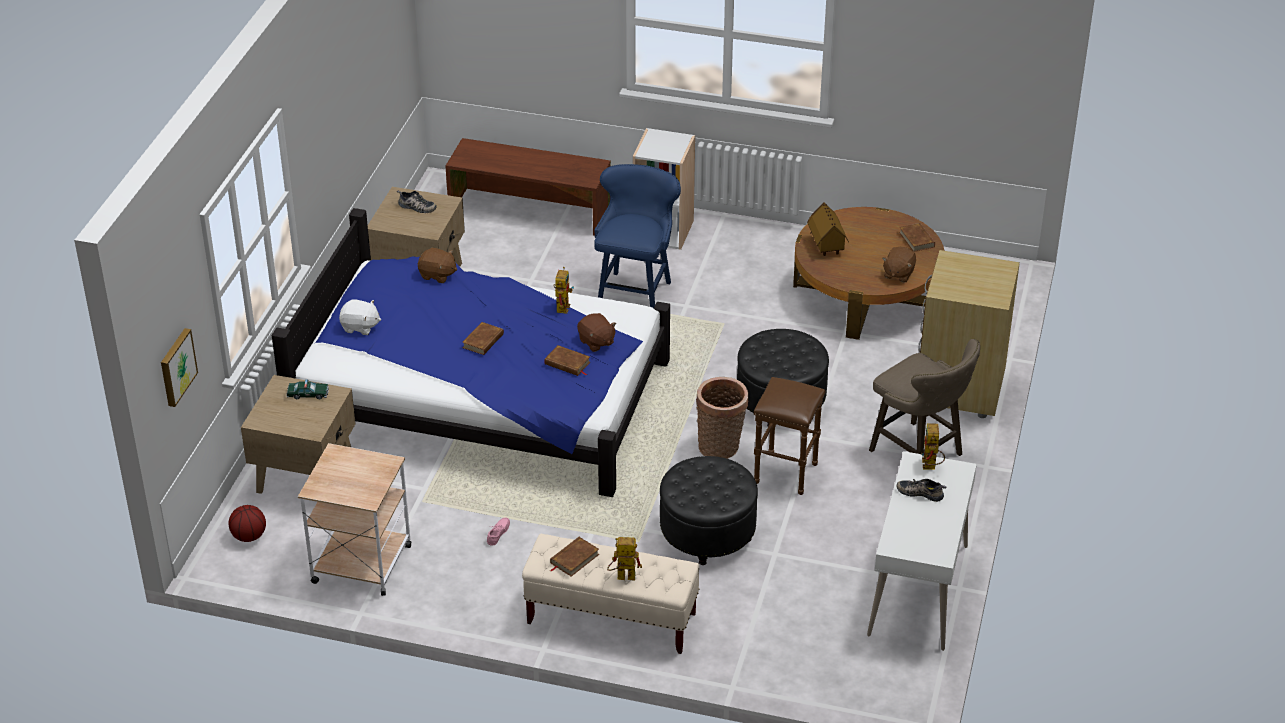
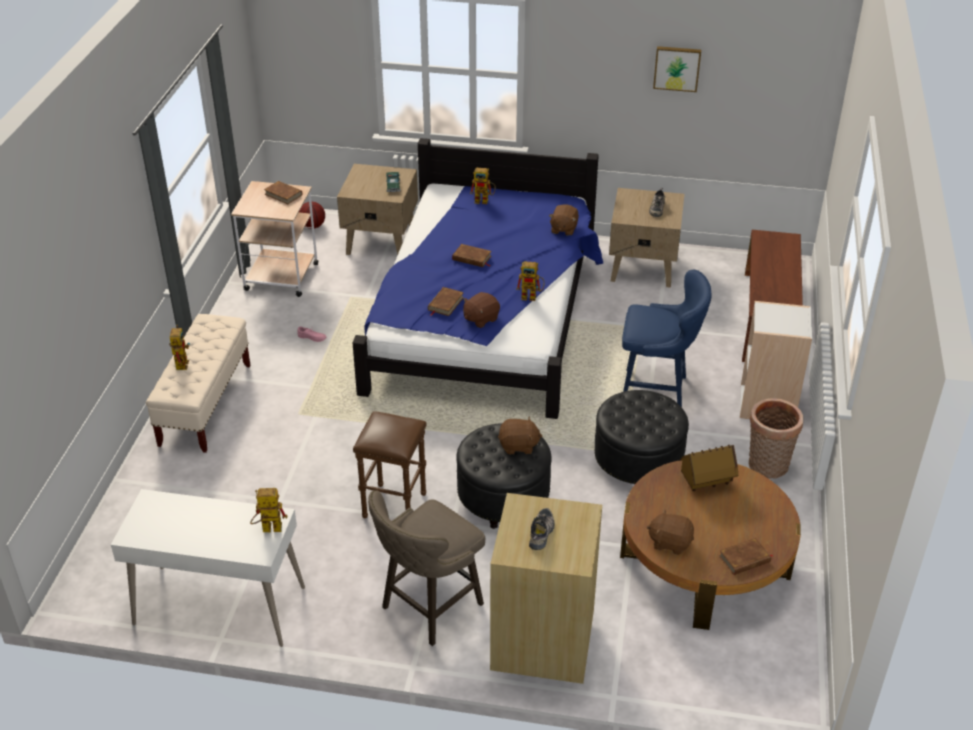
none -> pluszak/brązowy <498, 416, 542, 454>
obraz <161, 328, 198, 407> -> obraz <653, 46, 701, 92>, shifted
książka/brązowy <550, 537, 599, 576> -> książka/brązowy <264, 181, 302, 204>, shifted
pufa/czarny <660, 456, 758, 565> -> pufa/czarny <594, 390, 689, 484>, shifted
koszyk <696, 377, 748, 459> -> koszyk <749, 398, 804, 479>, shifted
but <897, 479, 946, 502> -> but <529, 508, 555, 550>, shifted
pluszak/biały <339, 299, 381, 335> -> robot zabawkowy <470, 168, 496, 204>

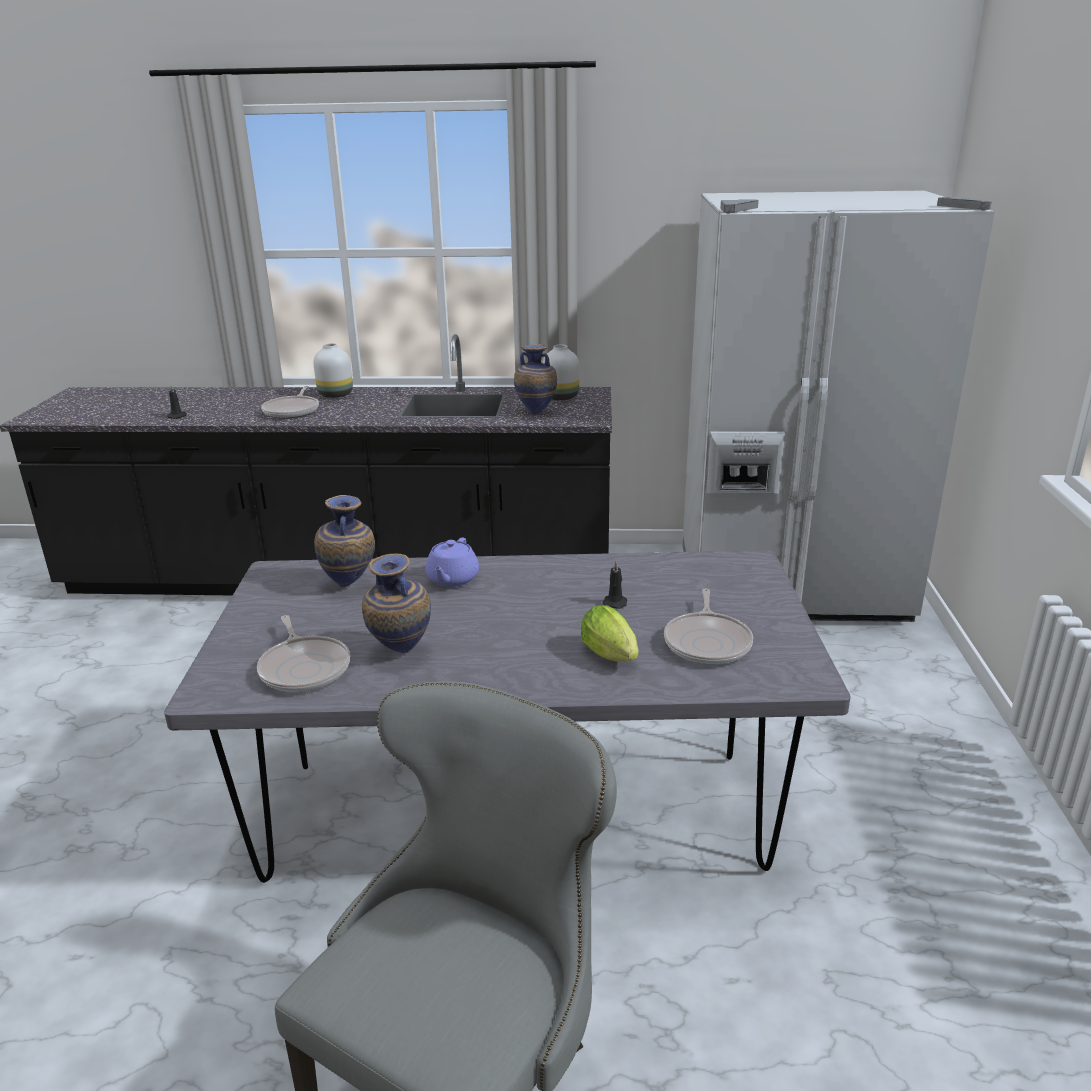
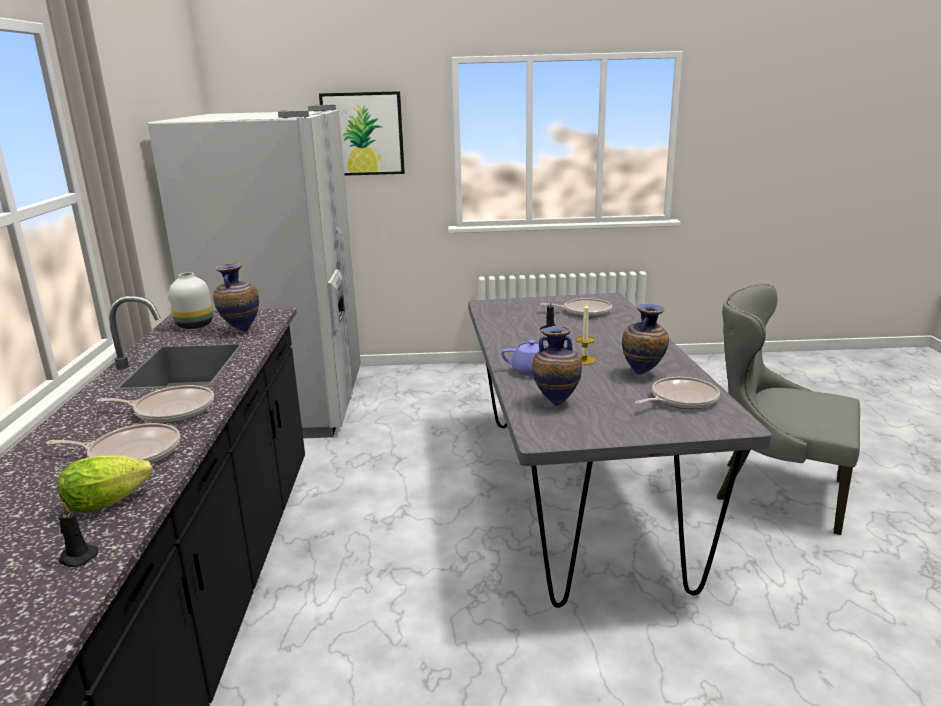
wazon/biały <313, 343, 353, 398> -> none
none -> patelnia <97, 385, 214, 423>
none -> obraz <319, 91, 405, 176>
none -> świeca <575, 302, 596, 365>
sałata <581, 605, 639, 662> -> sałata <58, 456, 153, 512>, shifted

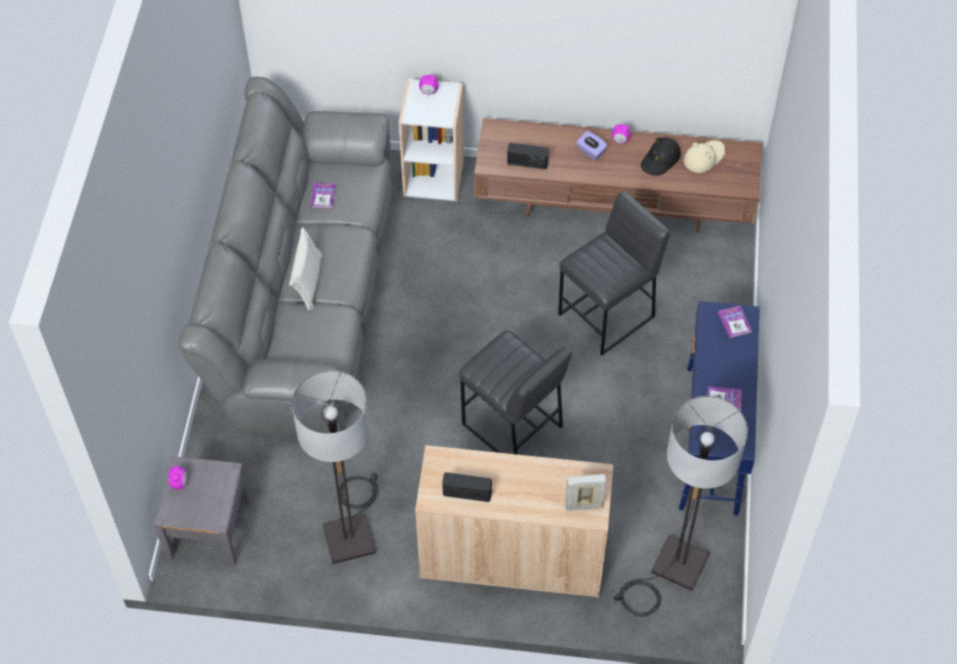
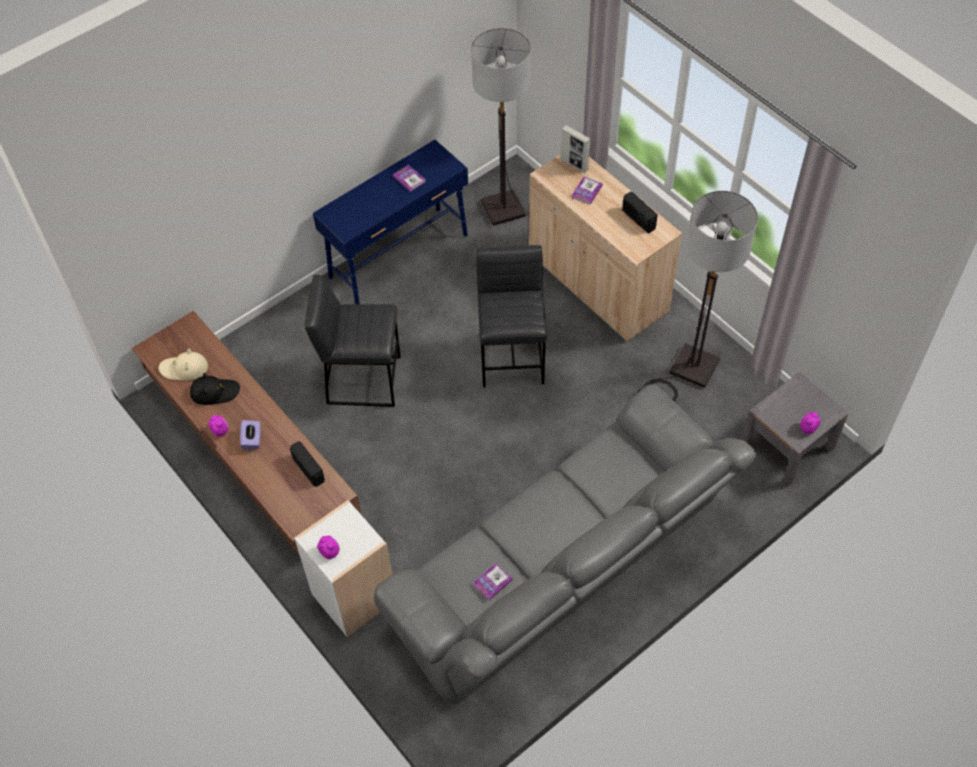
poduszka/biały <289, 227, 322, 310> -> none
książka <718, 306, 752, 338> -> książka <571, 176, 603, 204>, shifted

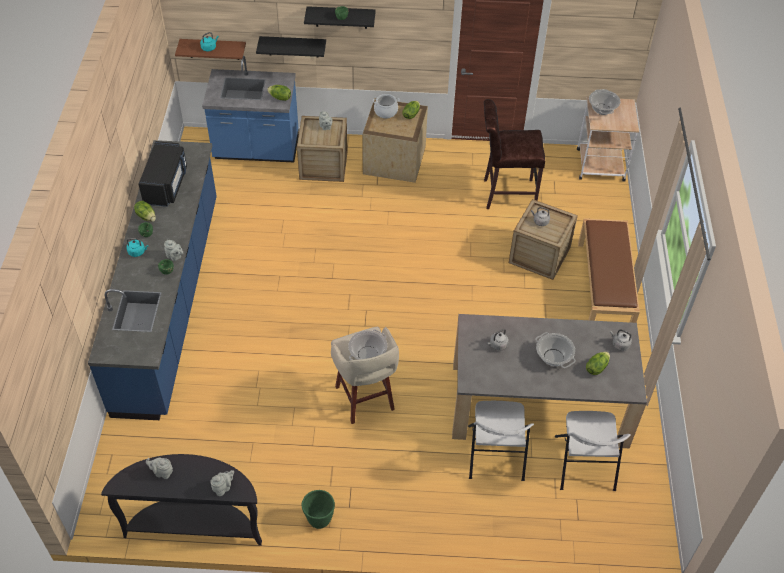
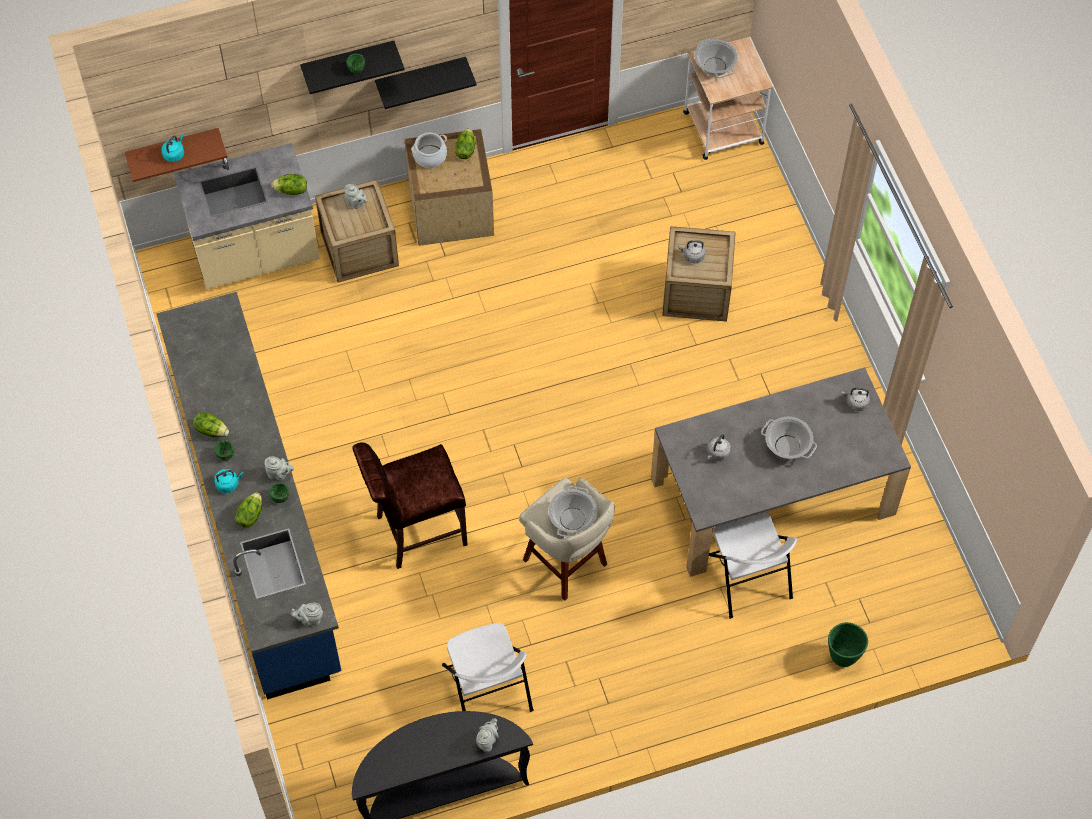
mikrofalówka/czarny <139, 141, 187, 207> -> none
ławka/brązowy <578, 218, 640, 323> -> none
imbryk/szary <146, 457, 173, 479> -> imbryk/szary <291, 603, 323, 626>, shifted
półka/czarny <256, 36, 326, 58> -> półka/czarny <375, 57, 477, 109>, shifted
donica/zielony <302, 490, 335, 529> -> donica/zielony <828, 622, 868, 667>, shifted
stołek/brązowy <484, 99, 545, 209> -> stołek/brązowy <352, 442, 467, 569>, shifted
krzesło/biały <555, 411, 631, 491> -> krzesło/biały <442, 623, 534, 712>, shifted
sałata <586, 352, 610, 375> -> sałata <235, 492, 262, 528>, shifted
zabudowa kuchenna/niebieski <202, 56, 299, 162> -> zabudowa kuchenna/beżowy <174, 143, 320, 289>

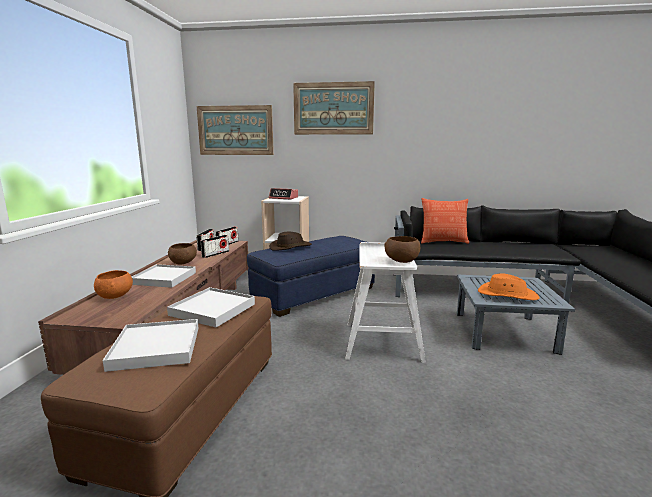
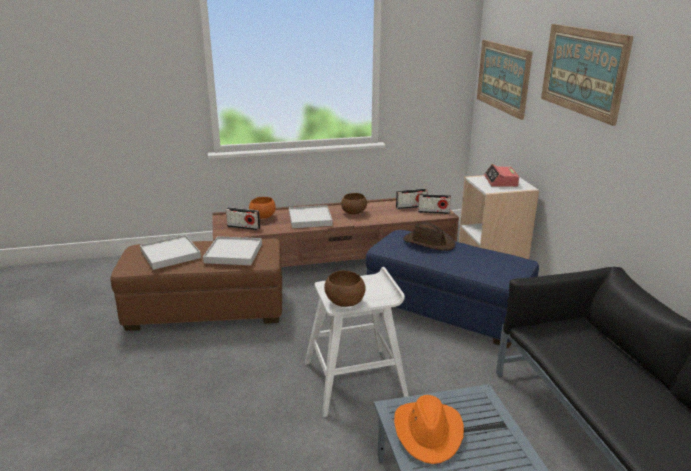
poduszka/pomarańczowy <421, 198, 469, 244> -> none
radio <201, 235, 229, 258> -> radio <226, 207, 260, 230>, shifted

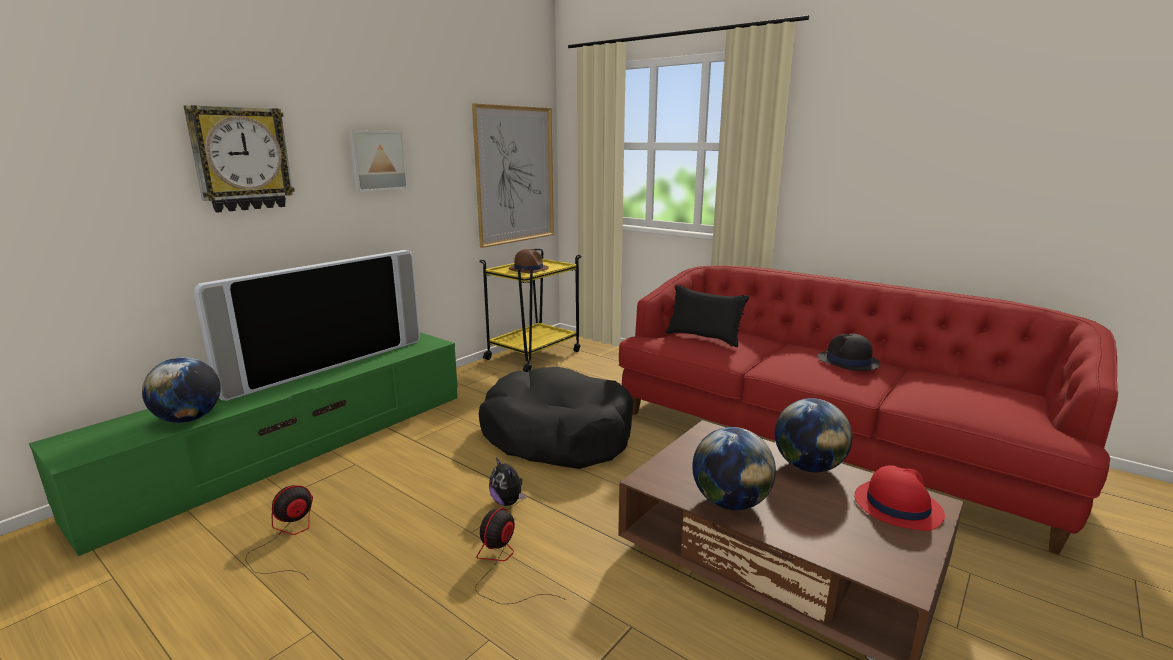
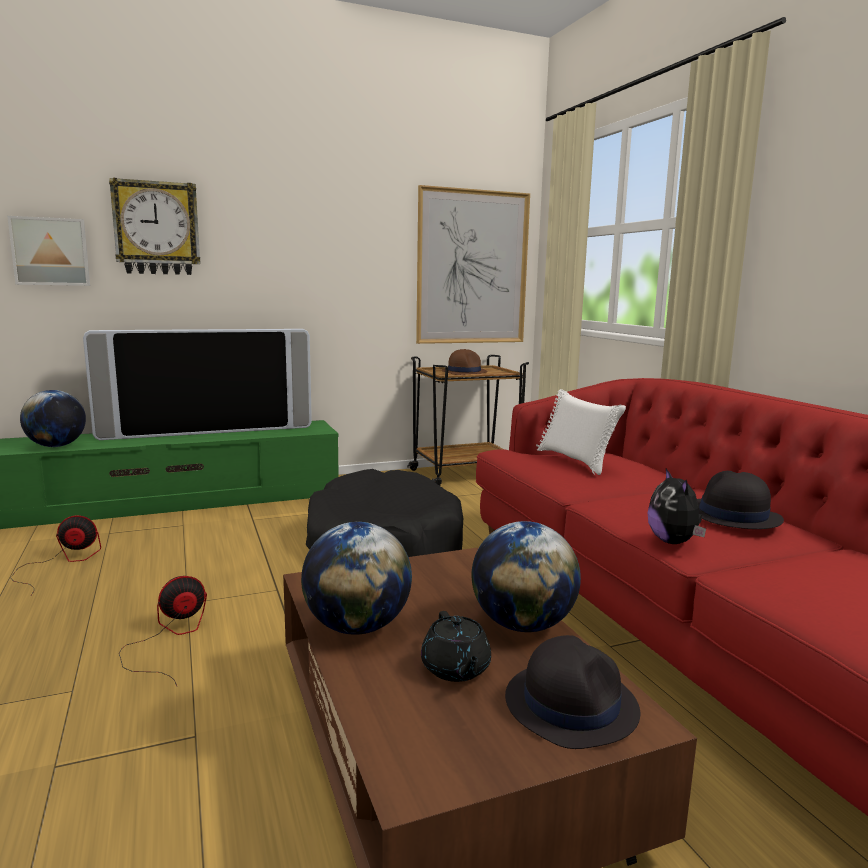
none -> imbryk/czarny <421, 611, 491, 682>
obraz <348, 130, 409, 192> -> obraz <7, 216, 90, 286>, shifted
pluszak <489, 457, 526, 506> -> pluszak <648, 469, 706, 544>, shifted
wózek/żółty <479, 249, 581, 372> -> wózek/brązowy <407, 355, 529, 486>
poduszka/czarny <666, 285, 749, 347> -> poduszka/biały <536, 389, 626, 475>
kapelusz/czerwony <854, 465, 945, 531> -> kapelusz/czarny <505, 635, 640, 749>

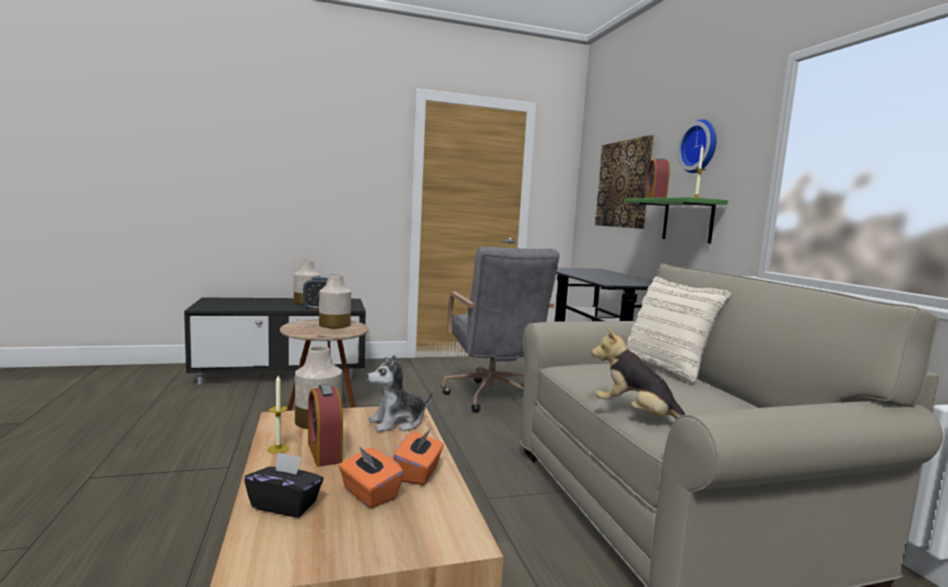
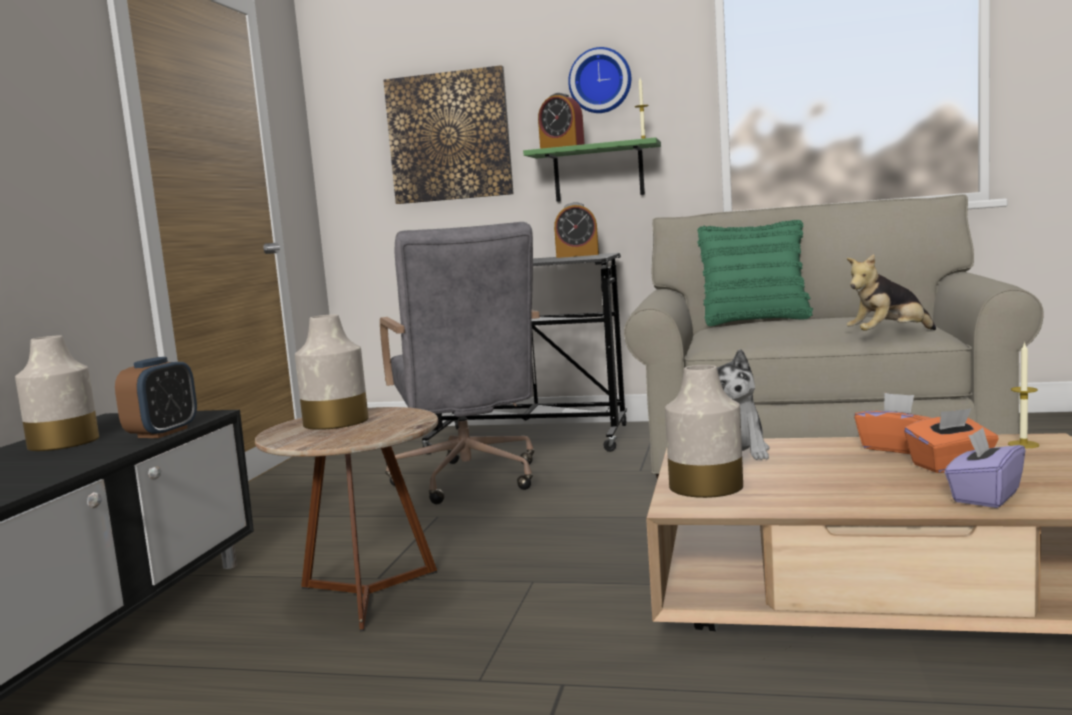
świeca <267, 375, 289, 454> -> świeca <1008, 342, 1039, 448>, shifted
budzik <308, 384, 343, 467> -> budzik <554, 202, 599, 258>, shifted
pudełko chusteczek/czarny <244, 452, 324, 517> -> pudełko chusteczek/fioletowy <945, 427, 1026, 508>
poduszka/beżowy <626, 276, 731, 383> -> poduszka/zielony <697, 220, 813, 326>
krzesło biurowe/szary <441, 246, 559, 413> -> krzesło biurowe/szary <380, 222, 540, 504>, 60 degrees clockwise

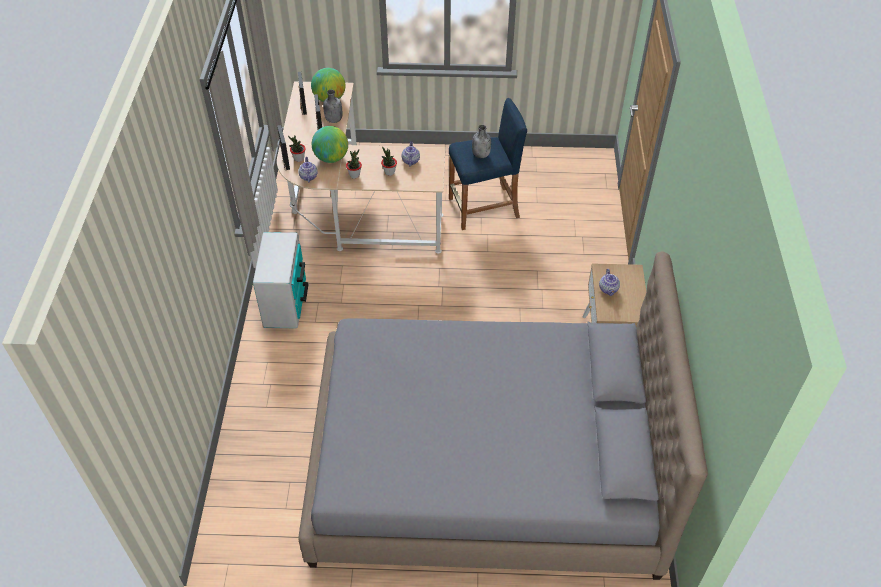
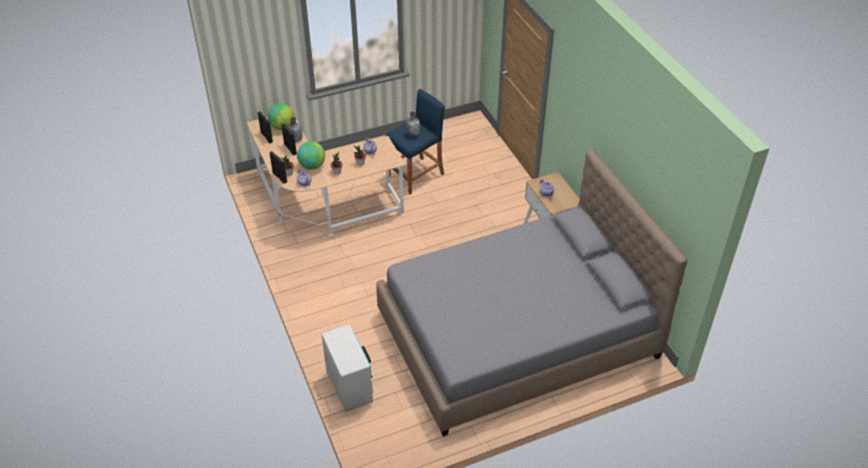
szafka nocna/biały <253, 232, 308, 328> -> szafka nocna/biały <321, 324, 373, 412>, shifted

